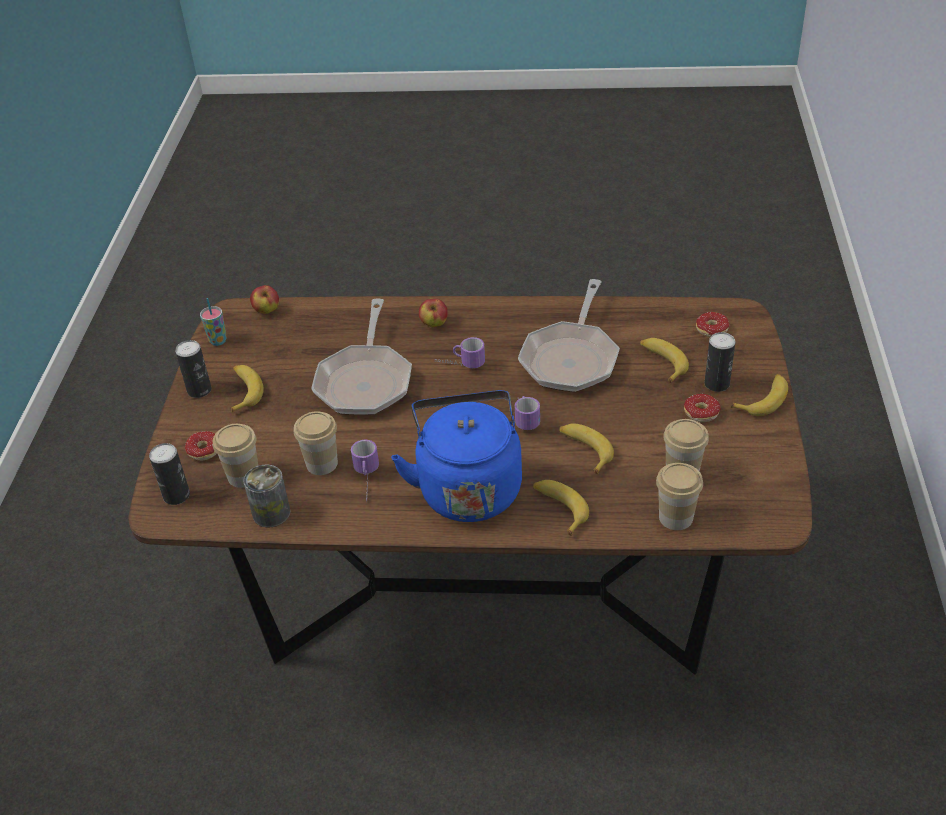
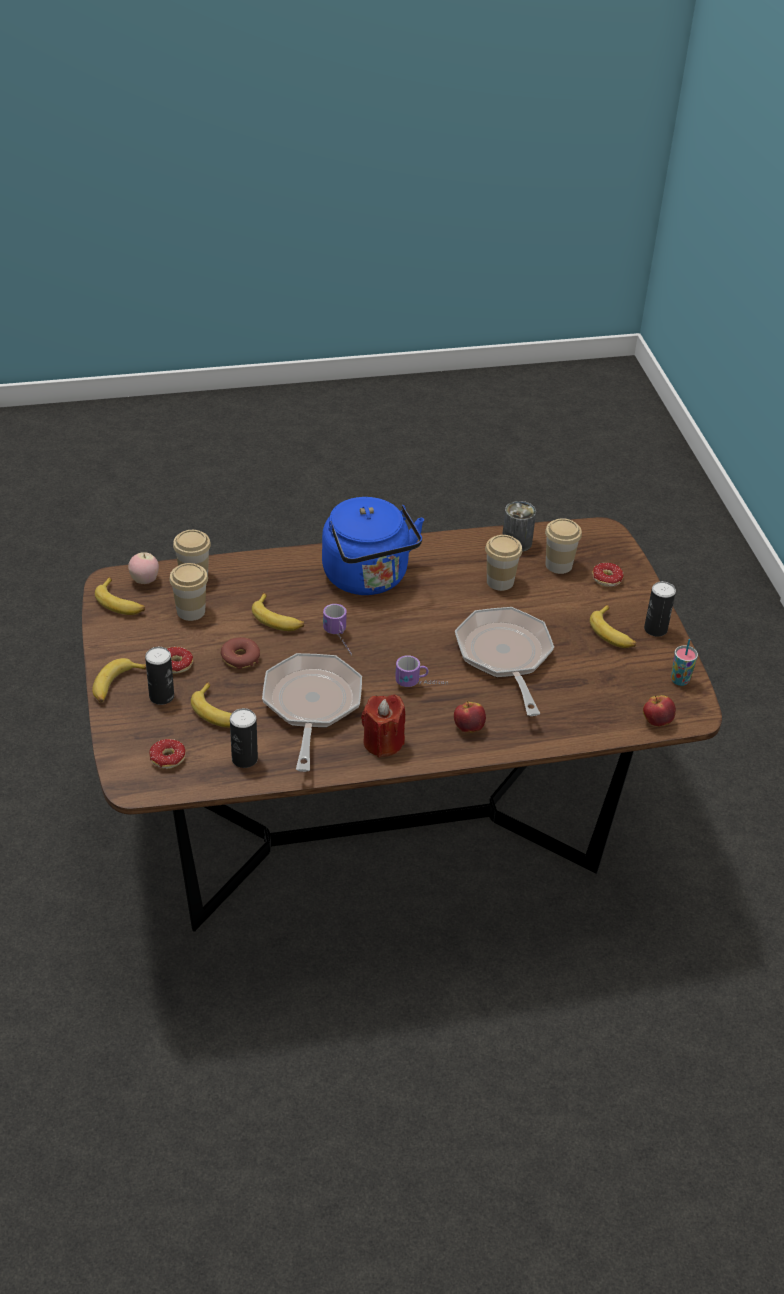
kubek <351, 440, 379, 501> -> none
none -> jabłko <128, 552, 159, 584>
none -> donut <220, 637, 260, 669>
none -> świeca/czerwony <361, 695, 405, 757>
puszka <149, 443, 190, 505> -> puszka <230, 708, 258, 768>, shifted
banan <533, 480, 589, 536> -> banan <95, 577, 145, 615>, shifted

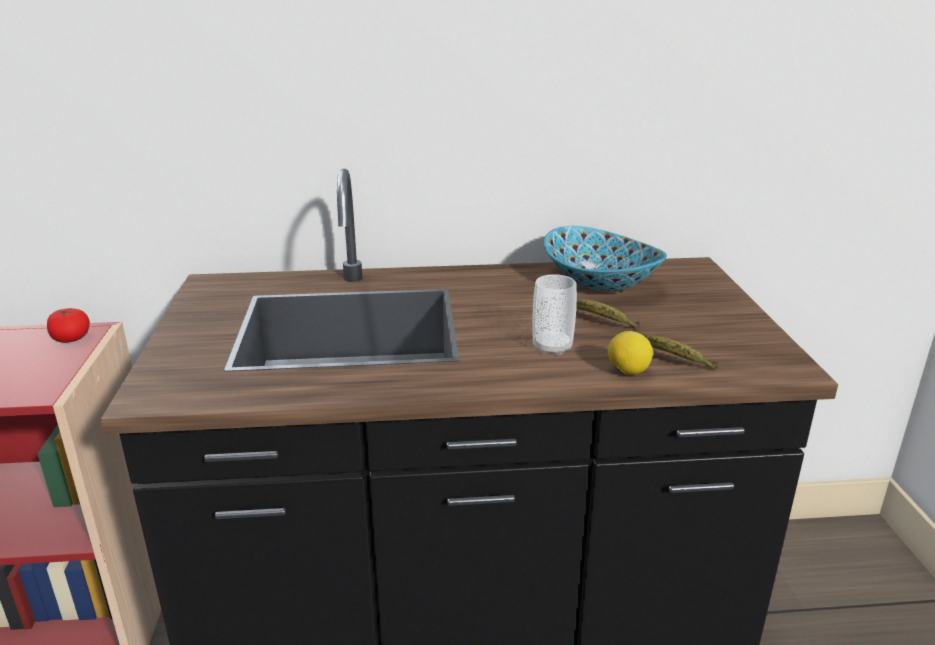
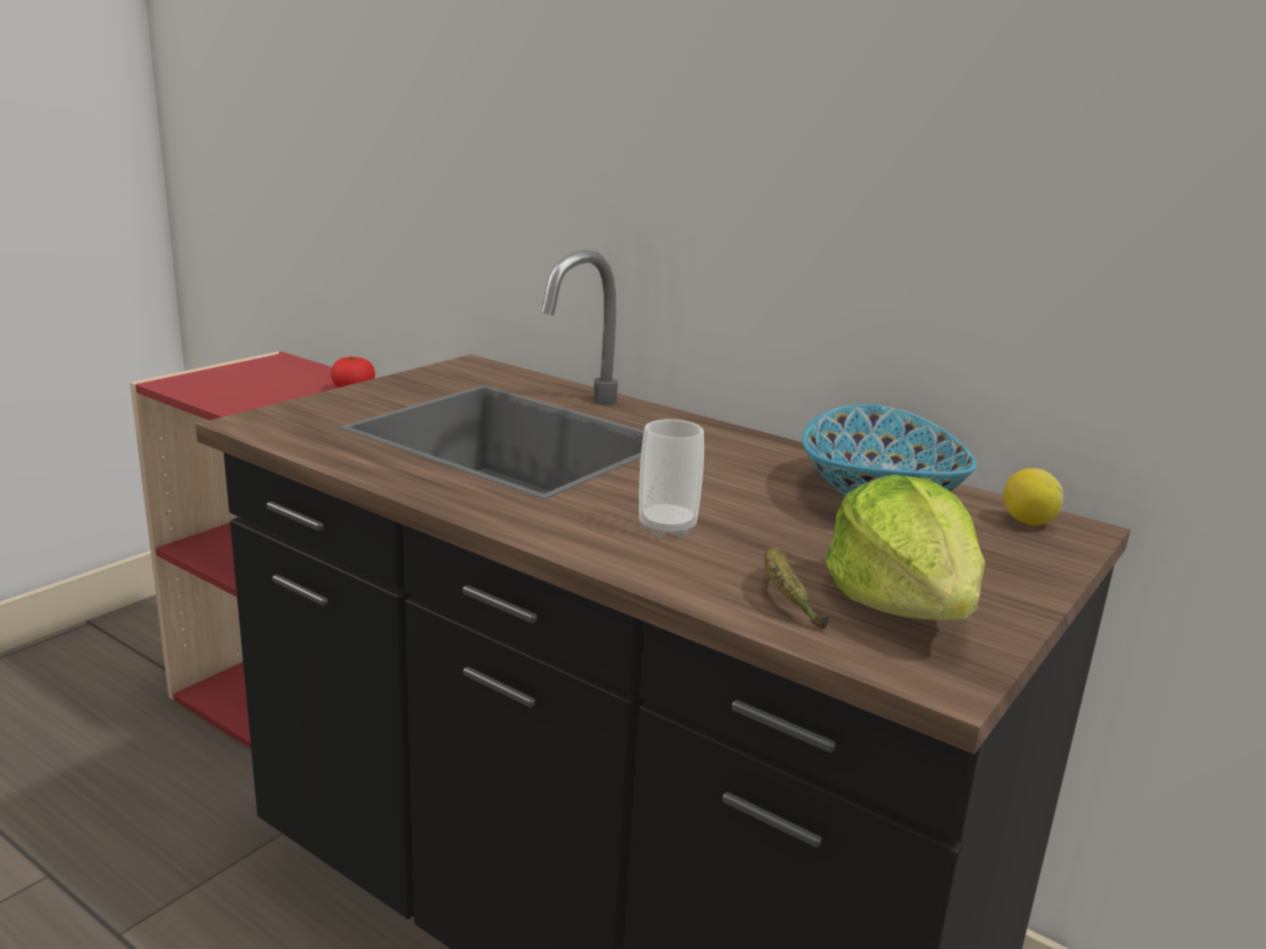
banan <576, 298, 640, 329> -> none
none -> sałata <825, 475, 985, 620>
cytryna <608, 331, 653, 374> -> cytryna <1004, 468, 1063, 526>, shifted

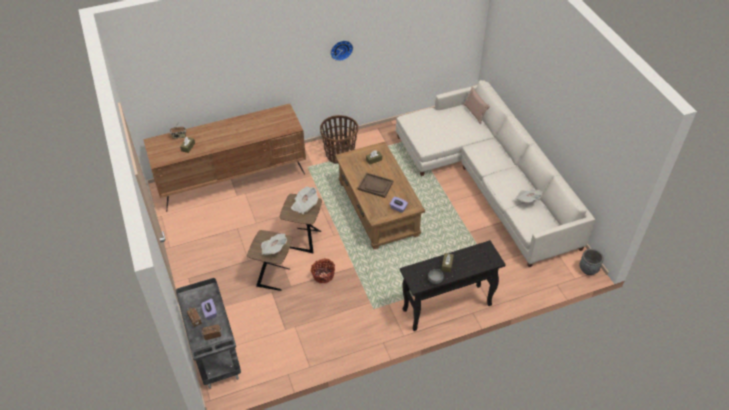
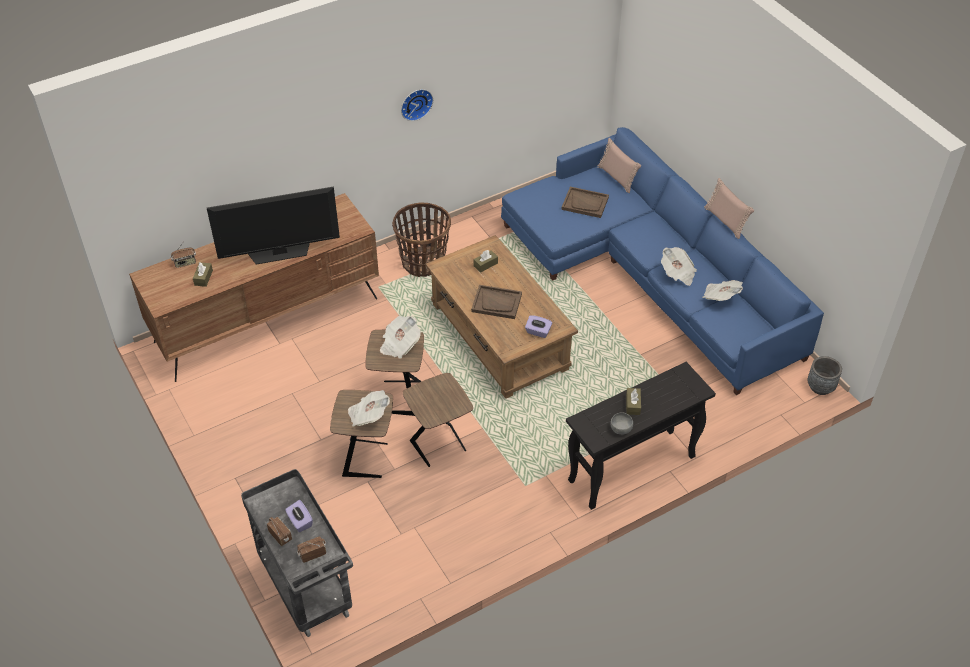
none -> telewizor <207, 186, 340, 265>
none -> taca/brązowy <562, 187, 609, 218>
none -> gazeta <661, 247, 697, 286>
none -> poduszka/beżowy <704, 178, 754, 239>
koszyk <310, 258, 335, 283> -> stolik/brązowy <402, 373, 473, 467>
kanapa/biały <396, 80, 595, 267> -> kanapa/niebieski <501, 127, 824, 395>

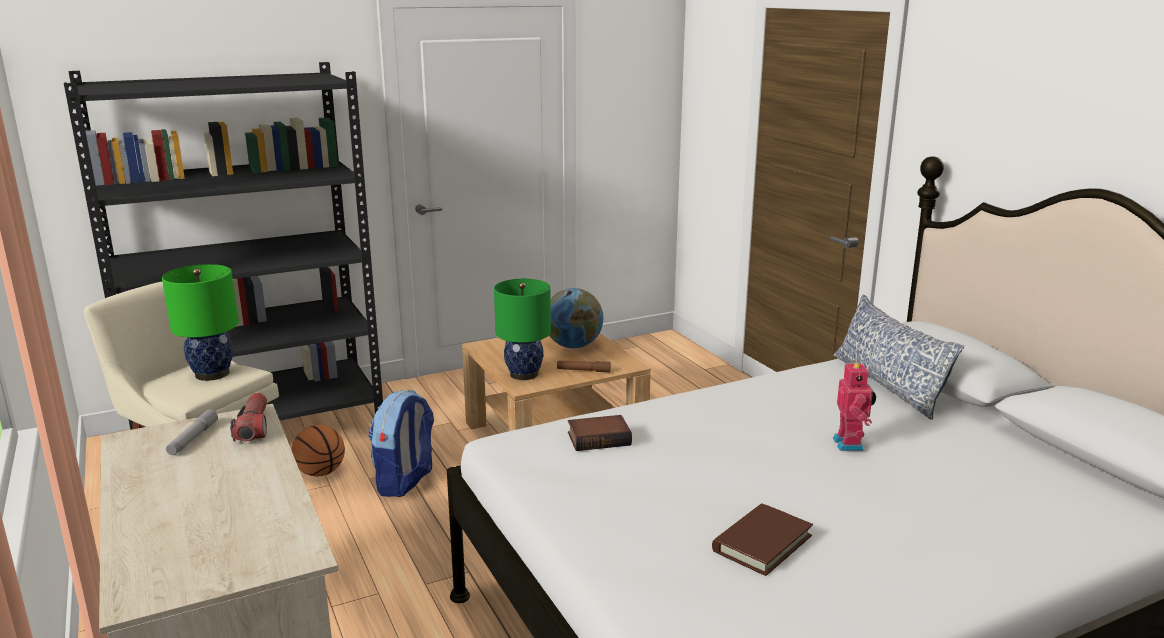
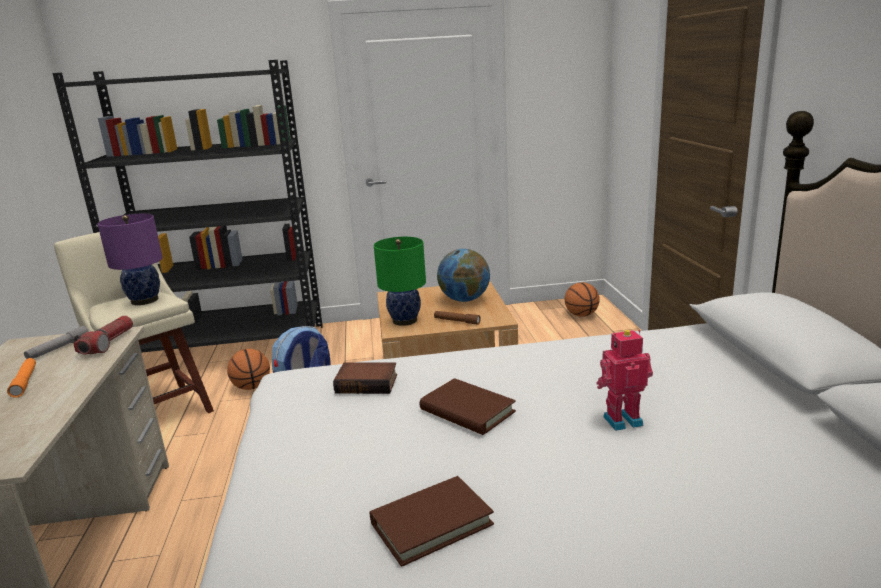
poduszka <833, 294, 964, 420> -> none
none -> latarka/pomarańczowy <7, 358, 36, 398>
none -> książka/brązowy <420, 378, 516, 435>
none -> piłka do koszykówki <565, 282, 600, 317>
lampa stołowa/zielony <162, 264, 239, 381> -> lampa stołowa/fioletowy <98, 214, 163, 305>
robot zabawkowy <833, 360, 876, 451> -> robot zabawkowy <596, 330, 653, 431>, 120 degrees counterclockwise

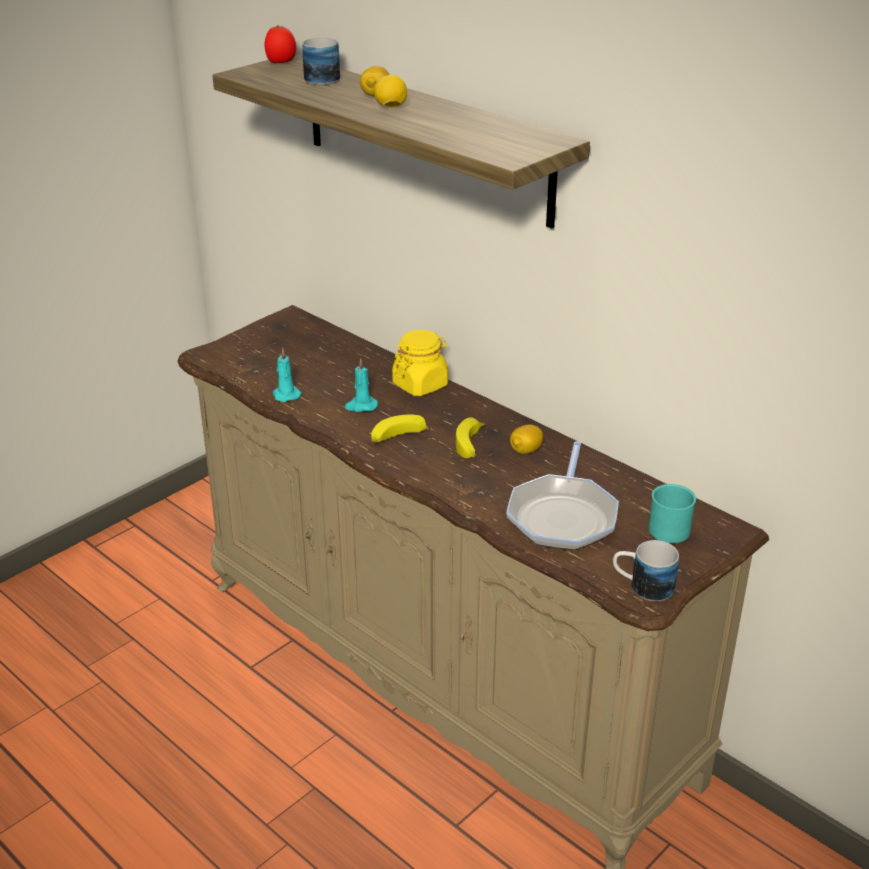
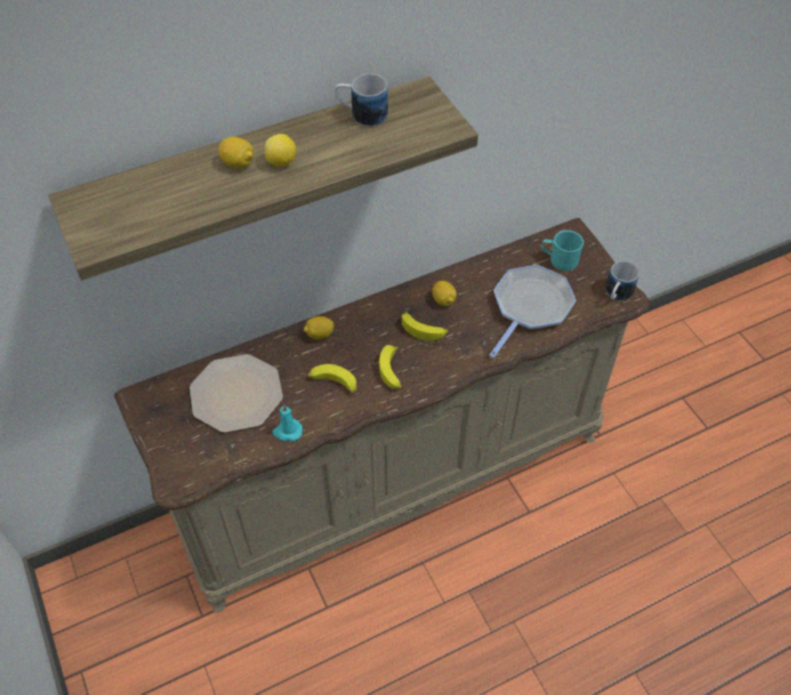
pomidor <264, 25, 296, 63> -> none
none -> talerz <190, 354, 283, 433>
kubek <302, 38, 340, 85> -> kubek <334, 74, 388, 126>, shifted
świeca/turkusowy <344, 359, 378, 412> -> banan <308, 364, 357, 394>
słoik/żółty <392, 330, 448, 396> -> cytryna <304, 316, 334, 339>
patelnia <506, 441, 619, 550> -> patelnia <489, 265, 576, 358>, 90 degrees counterclockwise

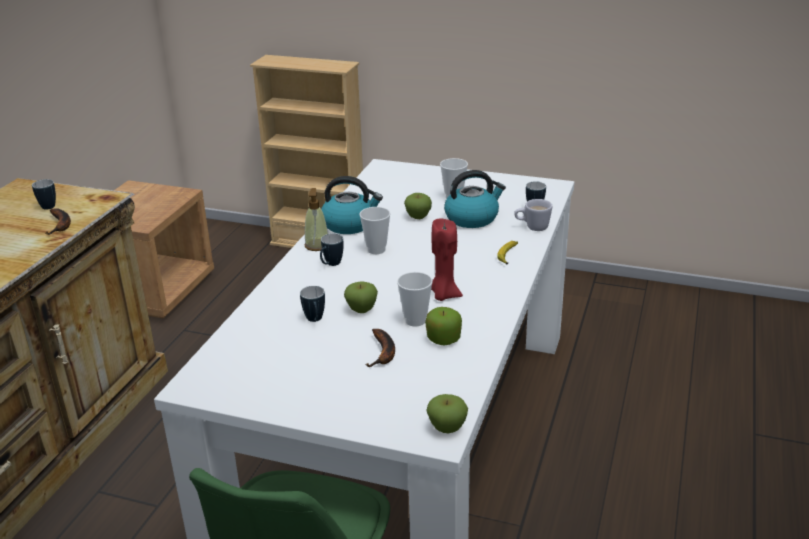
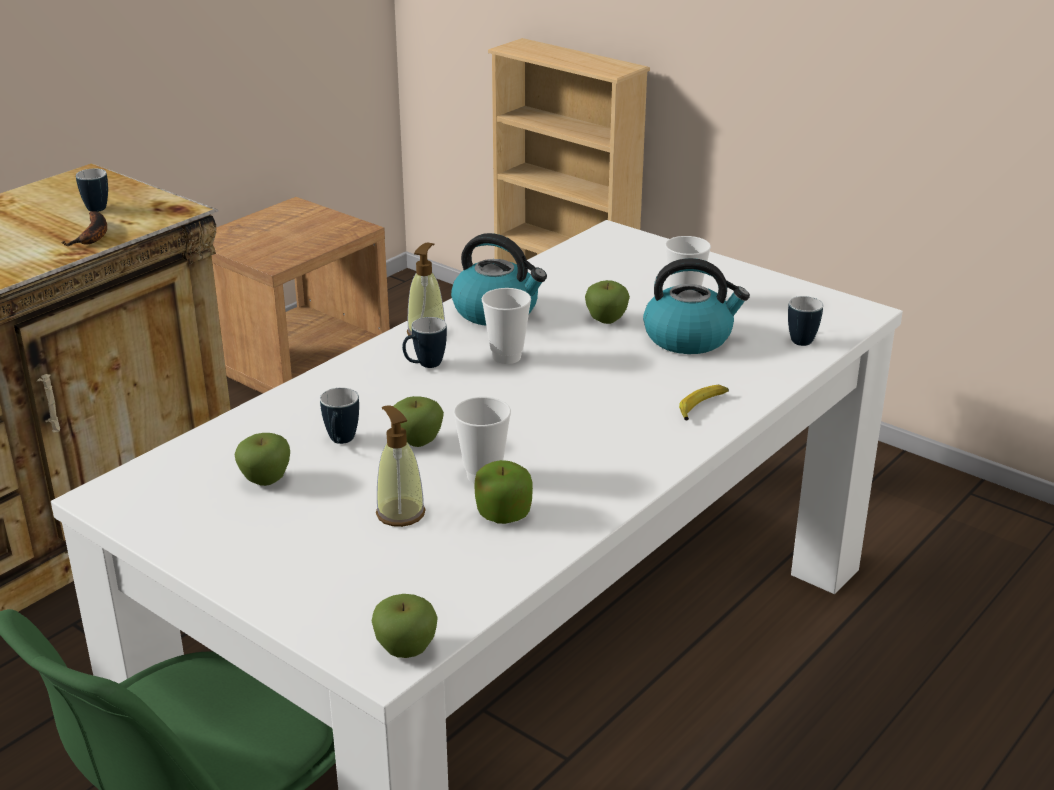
świeca/czerwony <431, 219, 463, 301> -> none
kubek/biały <514, 199, 552, 231> -> none
none -> jabłko <235, 433, 290, 486>
banan <366, 329, 395, 367> -> dozownik mydła <376, 405, 426, 527>

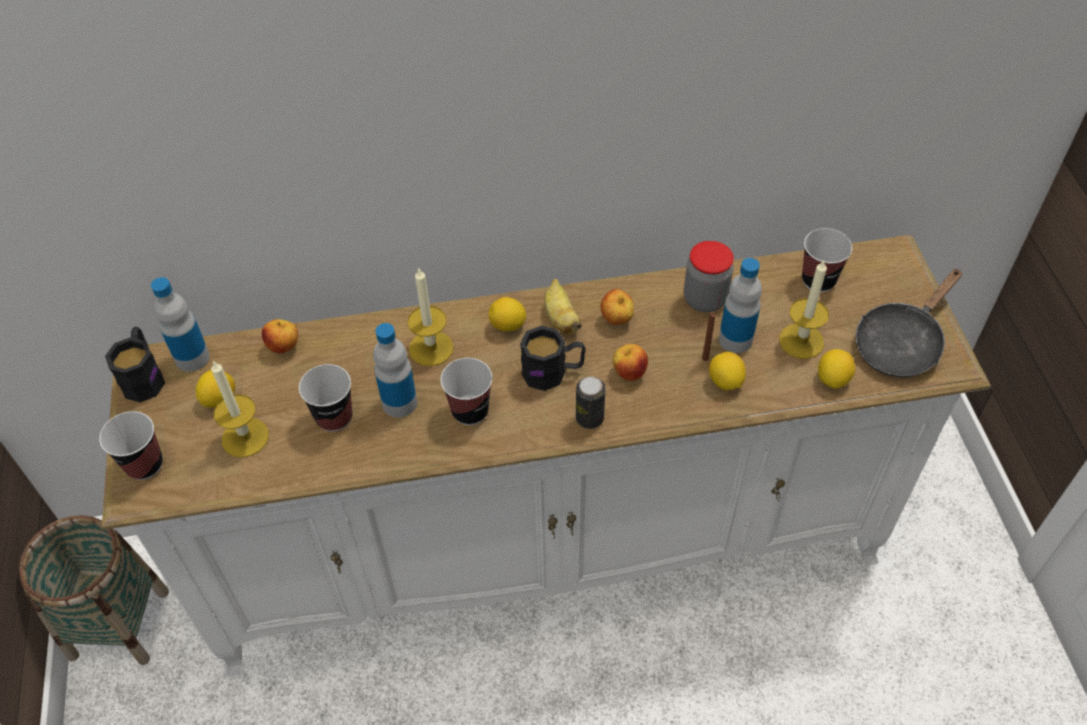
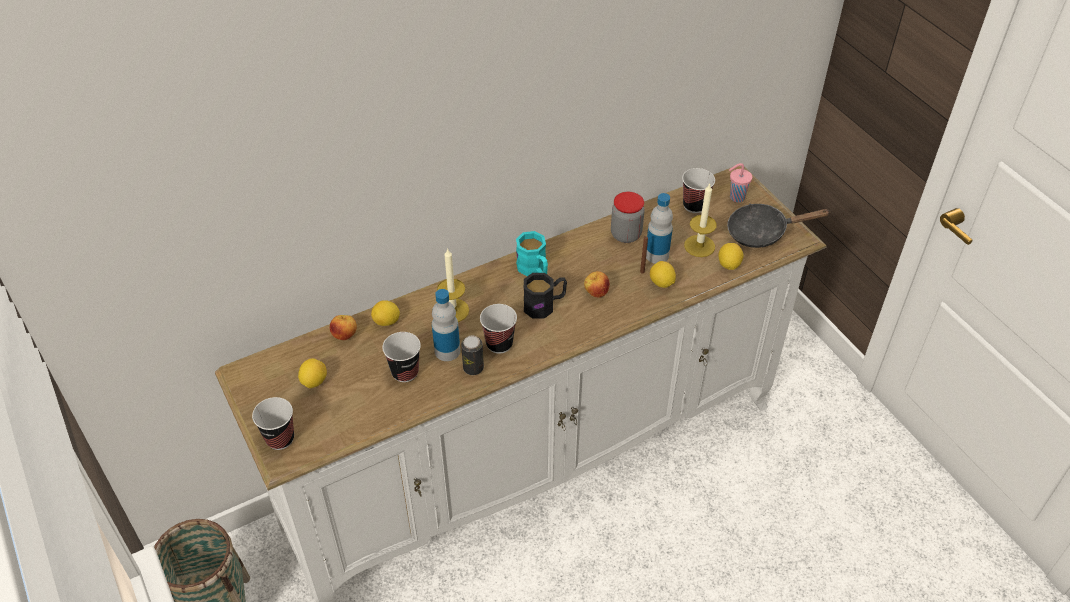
kubek/czarny <105, 327, 165, 402> -> none
butelka <151, 277, 210, 372> -> none
świeca <211, 360, 269, 458> -> none
jabłko <601, 289, 634, 325> -> none
none -> filiżanka/różowy <729, 163, 752, 202>
cytryna <488, 297, 526, 331> -> cytryna <371, 300, 400, 326>, shifted
puszka <576, 376, 606, 429> -> puszka <461, 336, 484, 375>, shifted
banan <544, 279, 582, 334> -> kubek/turkusowy <516, 231, 548, 276>
patelnia/czarny <855, 268, 962, 377> -> patelnia/czarny <727, 204, 831, 248>, 60 degrees clockwise

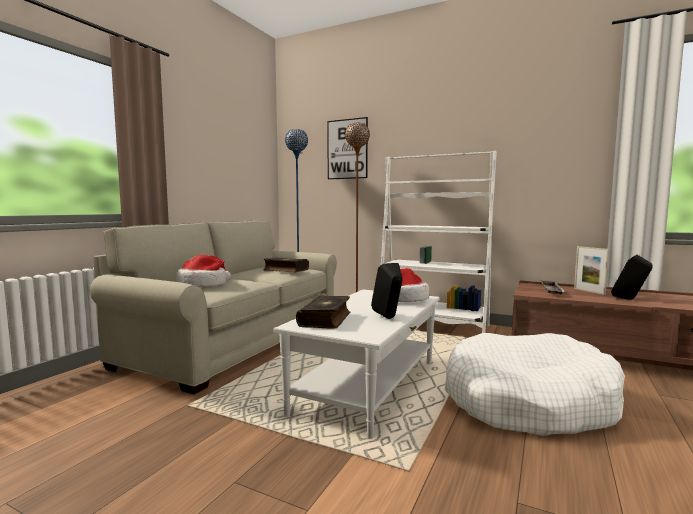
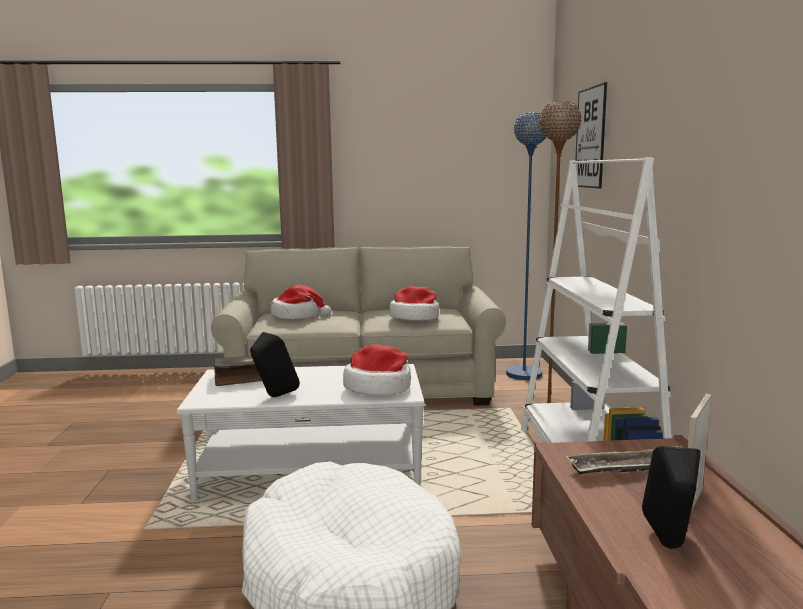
książka <264, 258, 309, 272> -> kapelusz <389, 286, 439, 321>

